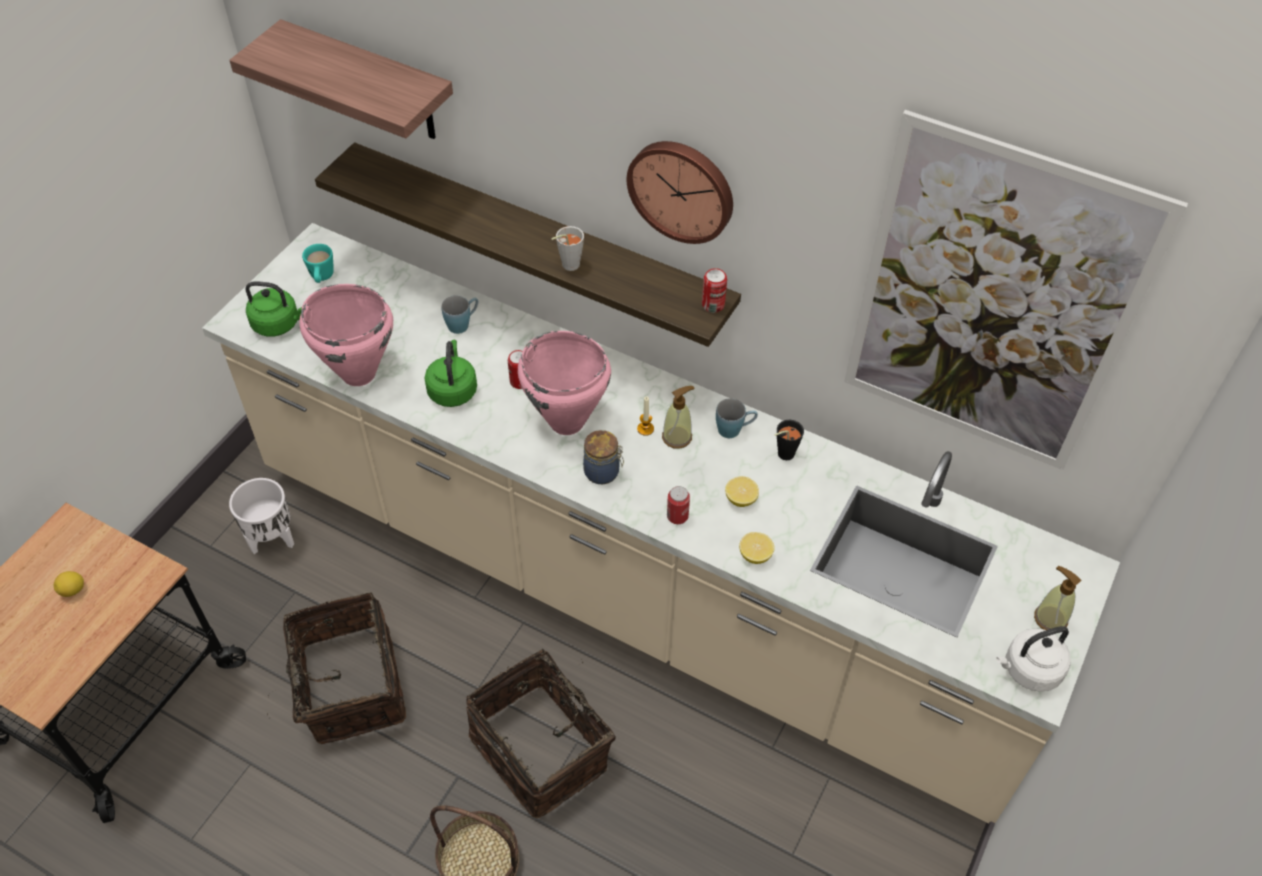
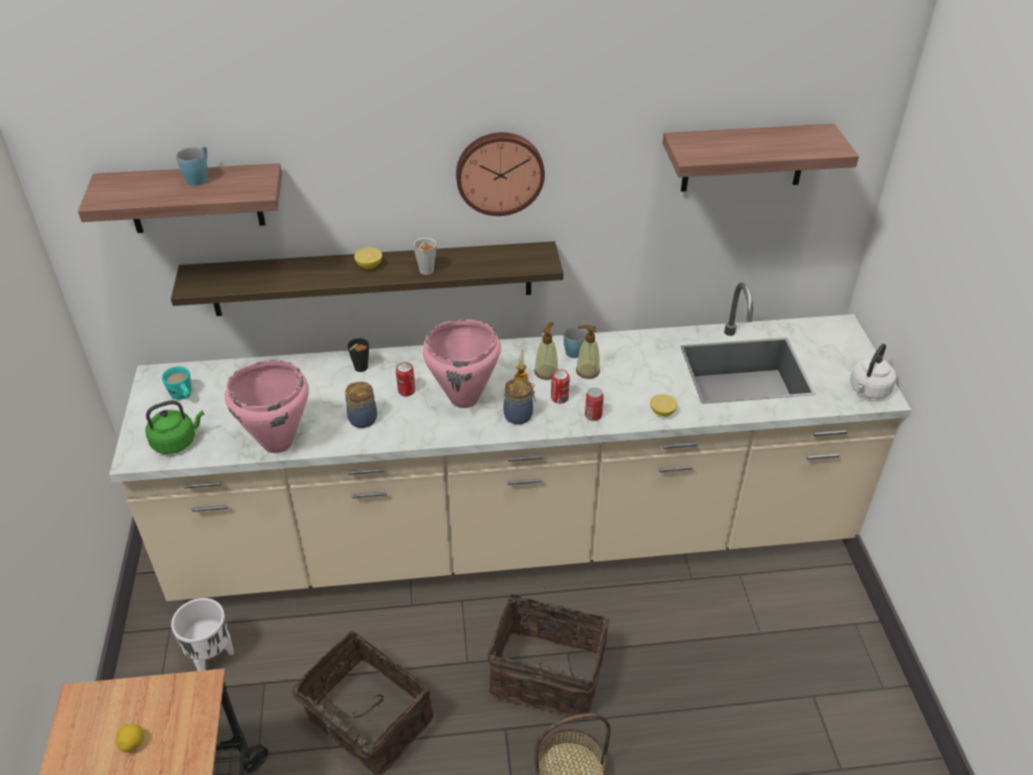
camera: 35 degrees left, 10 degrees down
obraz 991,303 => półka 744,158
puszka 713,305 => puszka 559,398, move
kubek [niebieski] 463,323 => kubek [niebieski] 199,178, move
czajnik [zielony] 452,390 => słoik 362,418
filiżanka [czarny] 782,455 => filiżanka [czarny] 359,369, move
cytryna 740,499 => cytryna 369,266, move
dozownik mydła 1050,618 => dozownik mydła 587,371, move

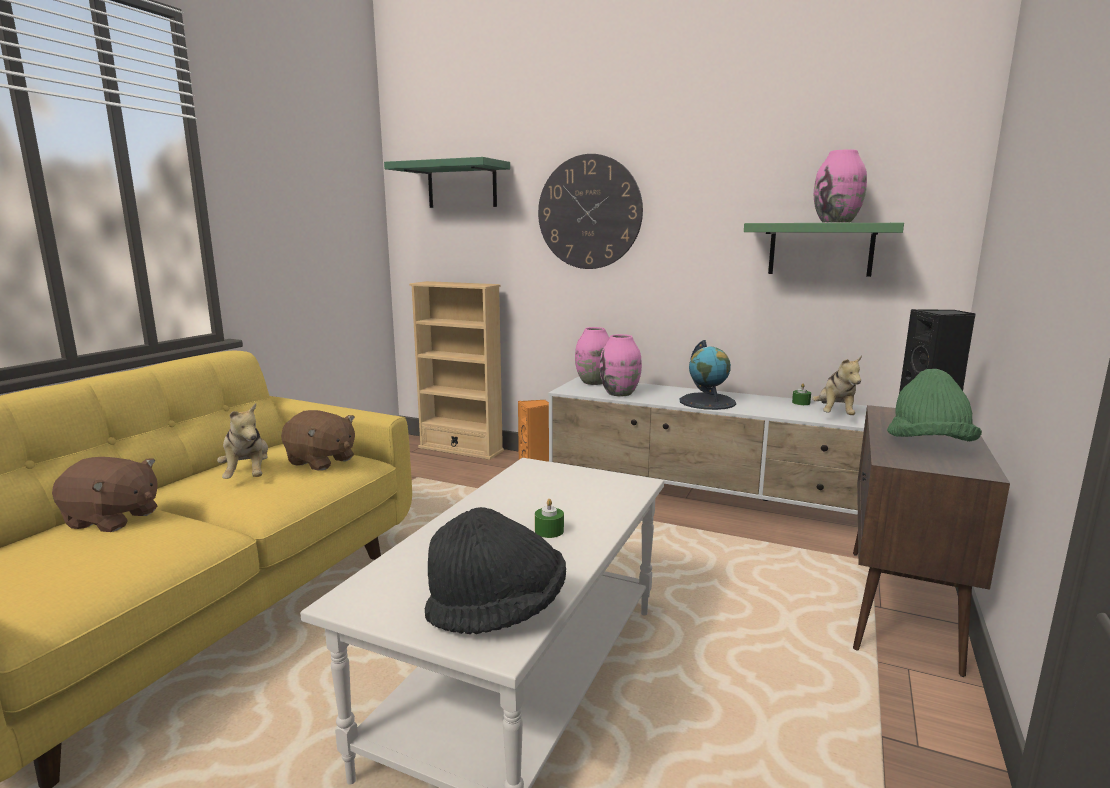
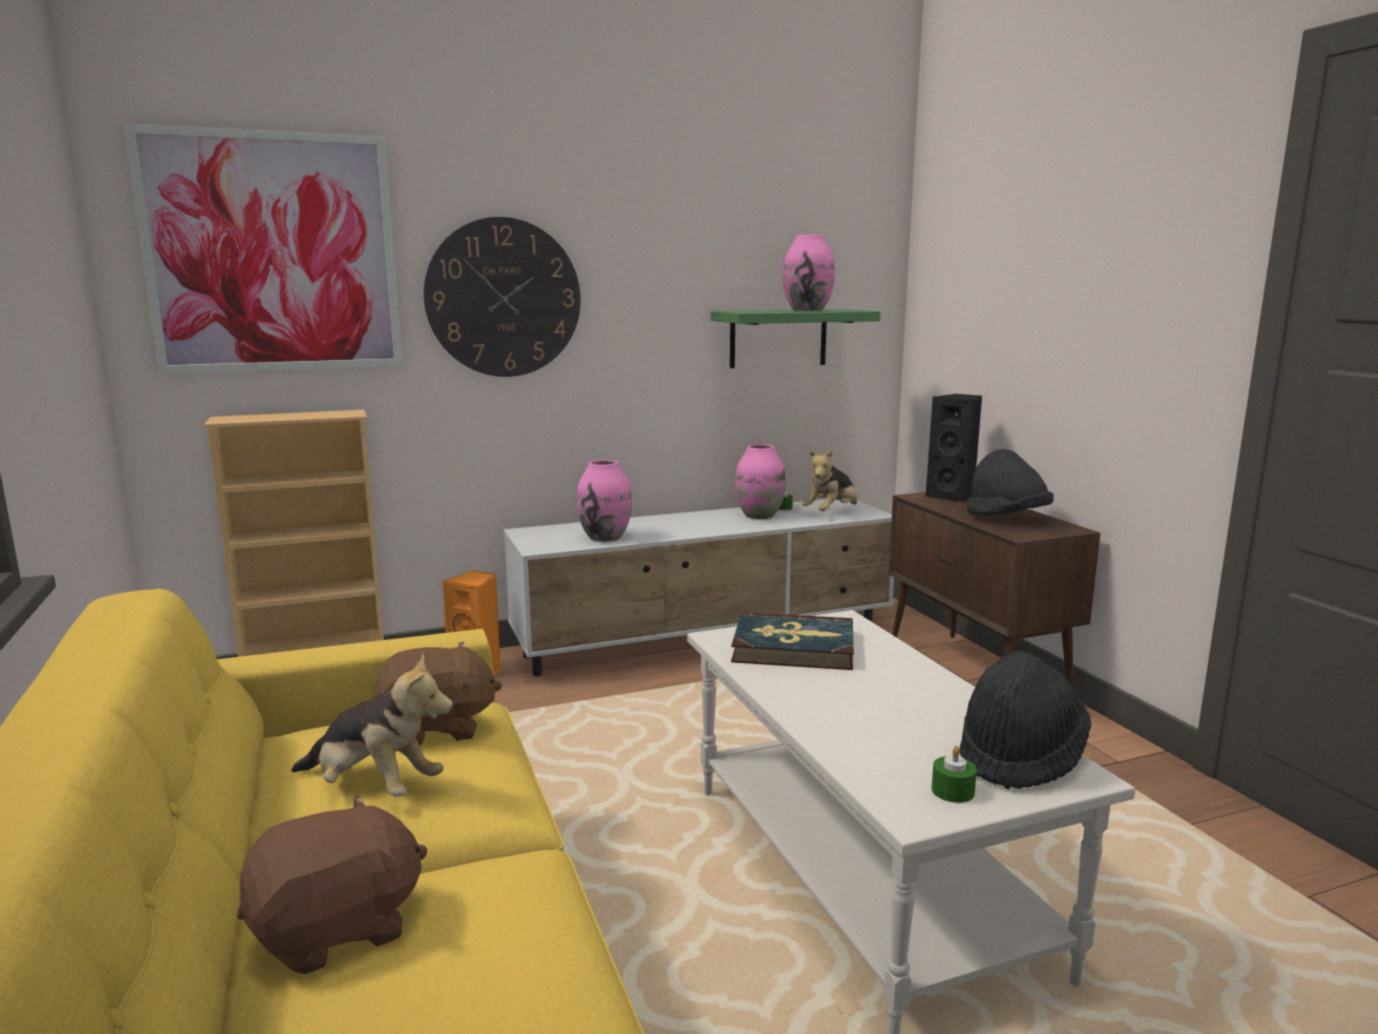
camera: 45 degrees left, 0 degrees up
półka [zielony] 462,185 => obraz 273,254
wazon [różowy] 593,382 => wazon [różowy] 759,515, move
globus 707,402 => nothing
pluszak 834,415 => pluszak 831,513, 75 degrees clockwise
kapelusz [zielony] 928,445 => kapelusz [czarny] 1007,518
świeca [zielony] 549,531 => świeca [zielony] 952,791, move
nothing => książka 793,647

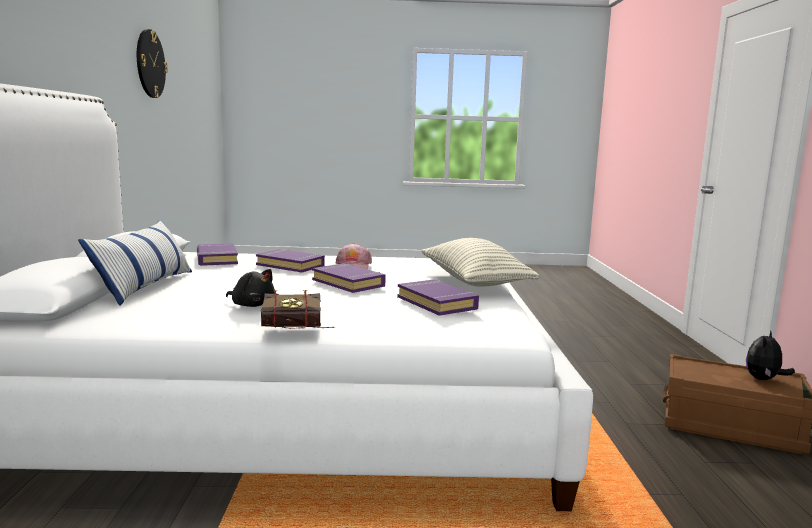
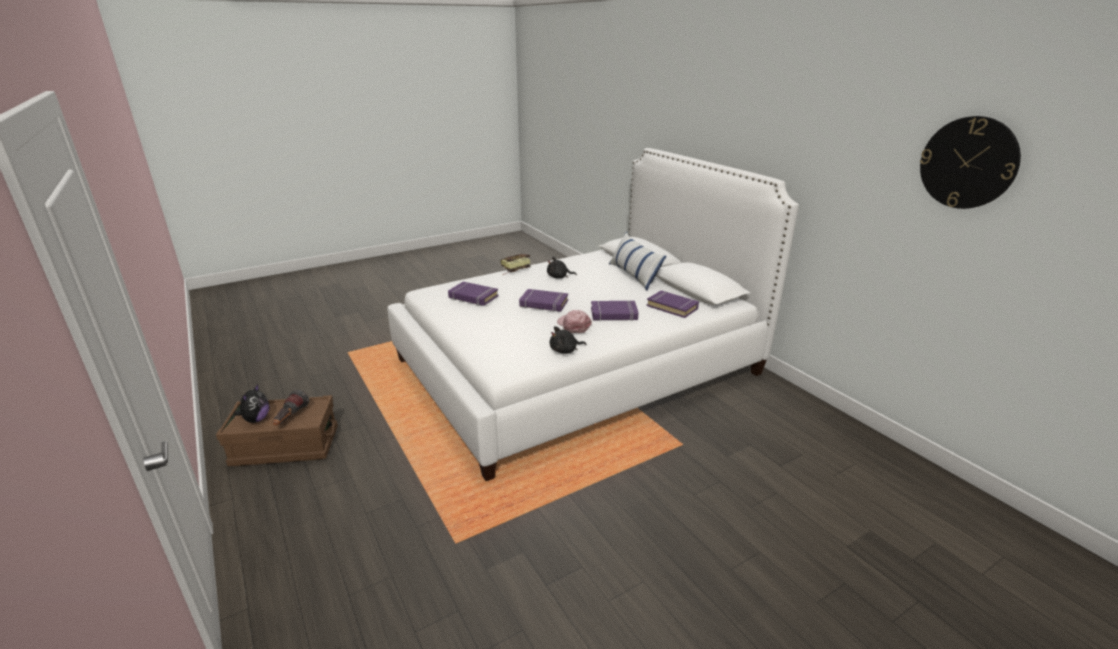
camera: 150 degrees right, 15 degrees up
poduszka 474,282 => nothing
nothing => pluszak [czarny] 565,350
nothing => latarka 290,418

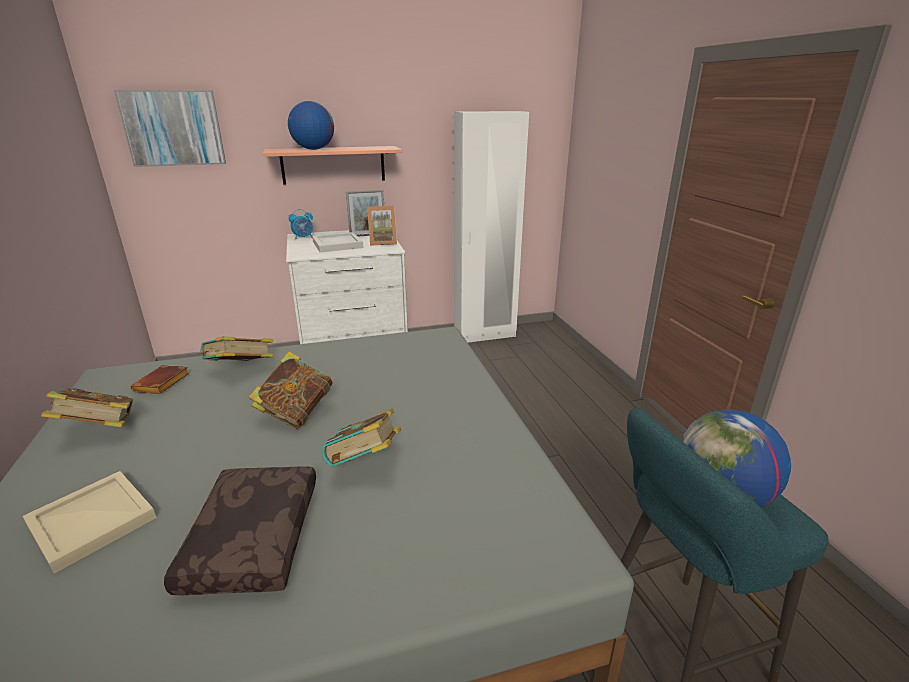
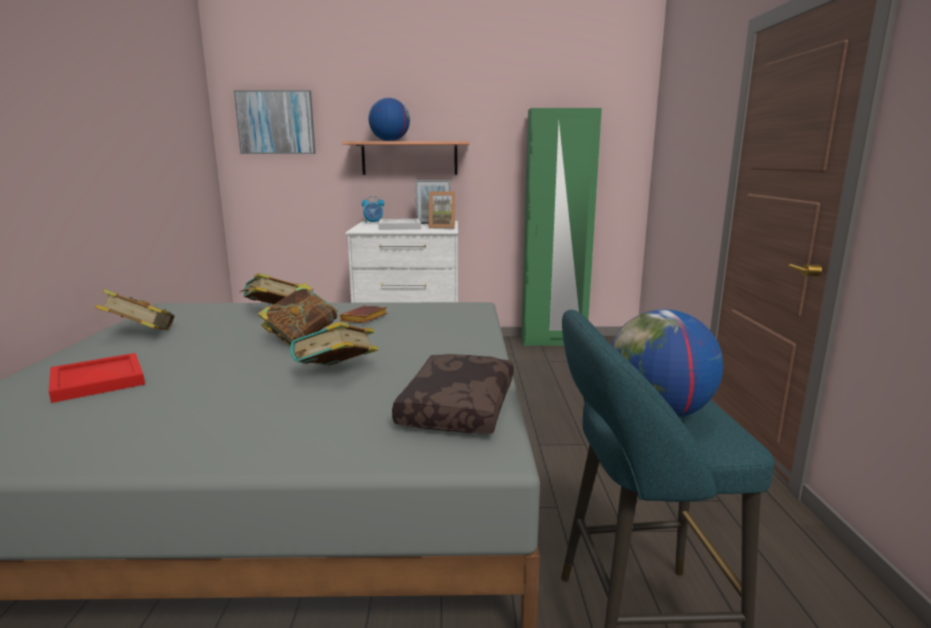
camera: 15 degrees right, 10 degrees down
szafa [biały] 485,335 => szafa [zielony] 553,342
książka [brązowy] 162,384 => książka [brązowy] 364,319, move
poduszka [brązowy] 251,538 => poduszka [brązowy] 456,406, move
taca [beżowy] 93,520 => taca [czerwony] 99,380

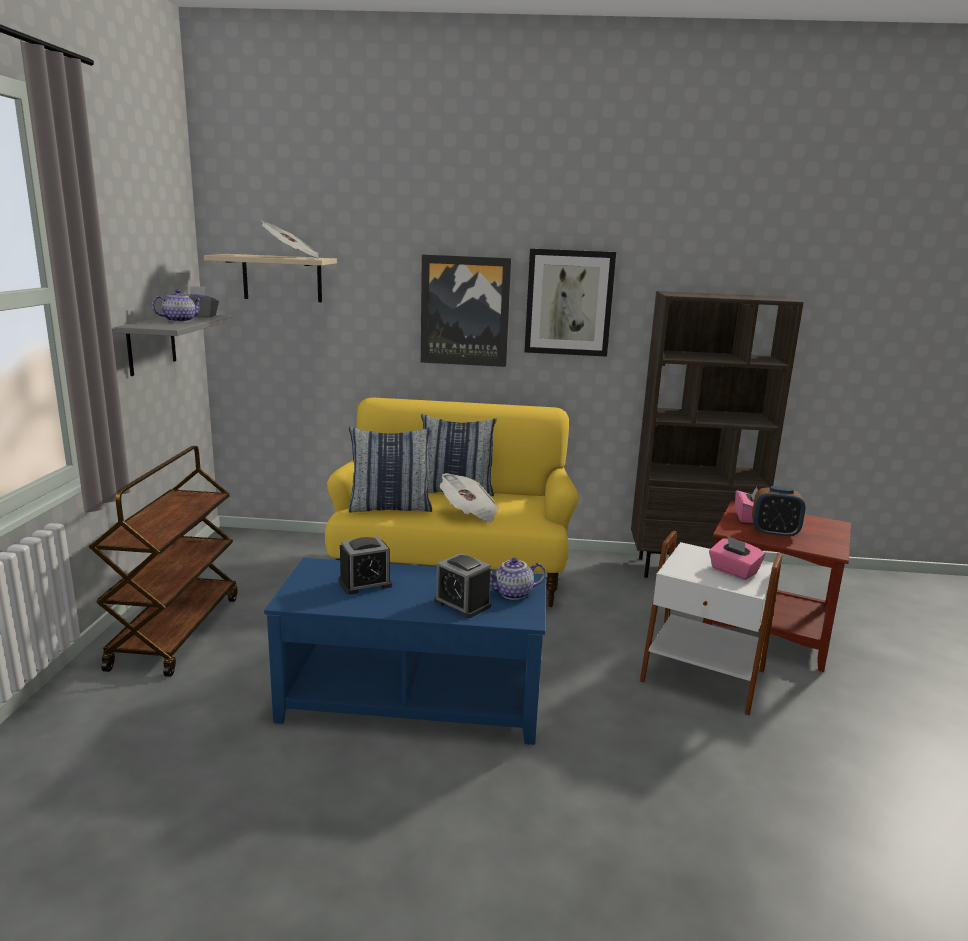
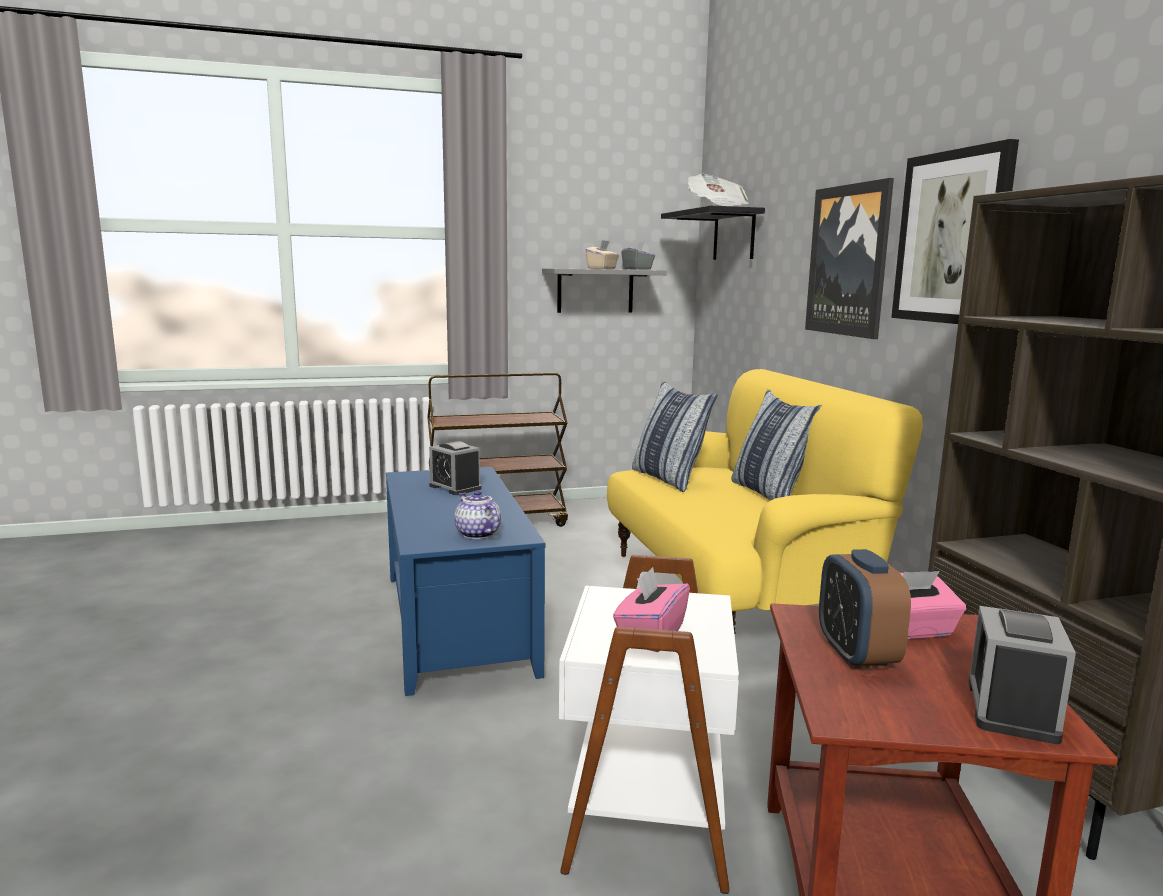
camera: 70 degrees right, 5 degrees down
półka [beżowy] 282,278 => półka [czarny] 734,235
imbryk 180,320 => pudełko chusteczek [beżowy] 602,268
gazeta 469,513 => nothing
budzik 462,604 => budzik 1011,710, move

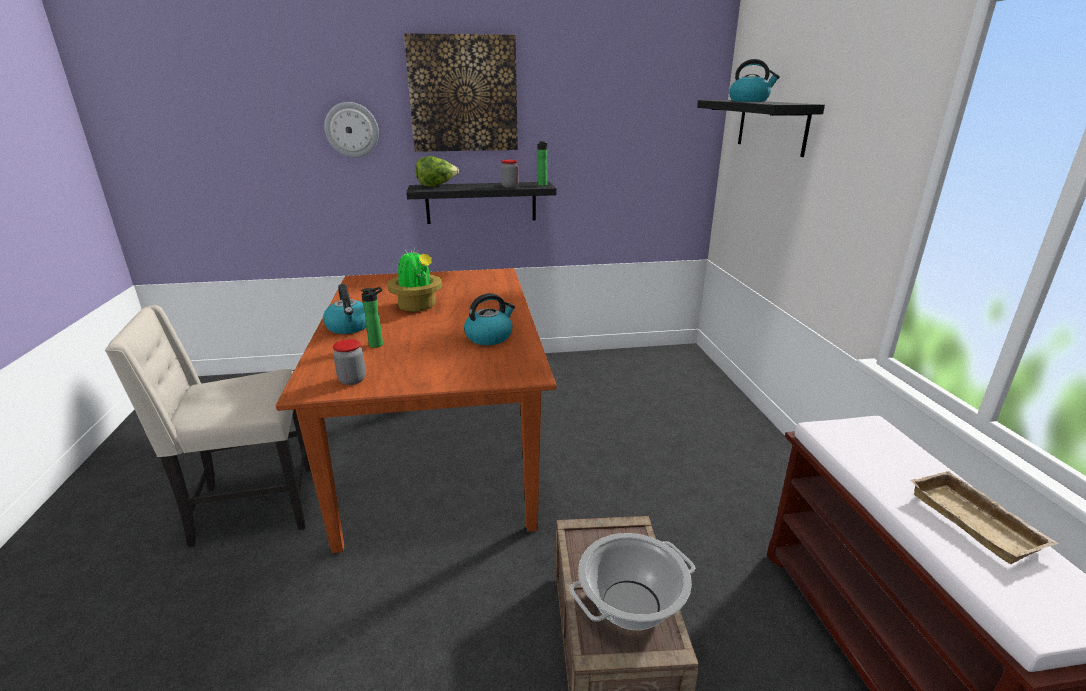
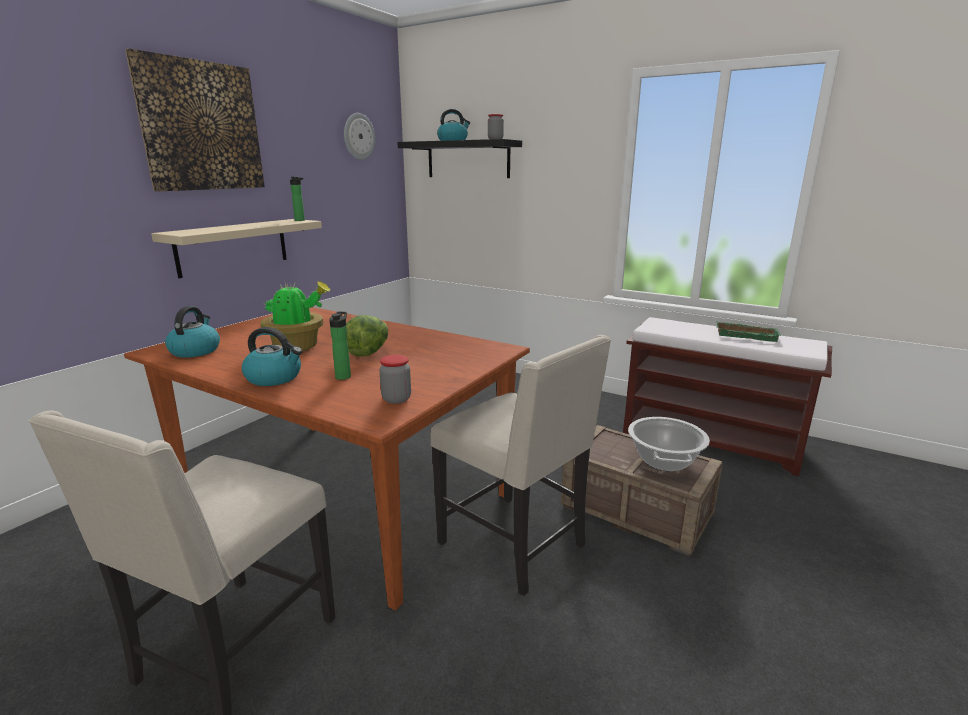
camera: 50 degrees left, 5 degrees down
zegar ścienny 352,130 => zegar ścienny 358,136, move
sałata 436,186 => sałata 368,352, move
słoik 509,186 => słoik 495,139, move
półka [czarny] 481,202 => półka [beżowy] 233,246
czajnik 489,337 => czajnik 195,351, move
taca [beżowy] 978,521 => taca [zielony] 746,335
nothing => krzesło [beżowy] 515,544

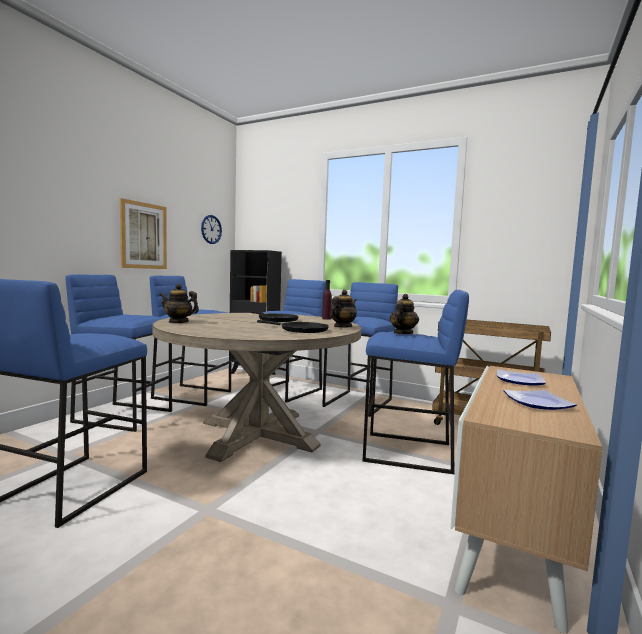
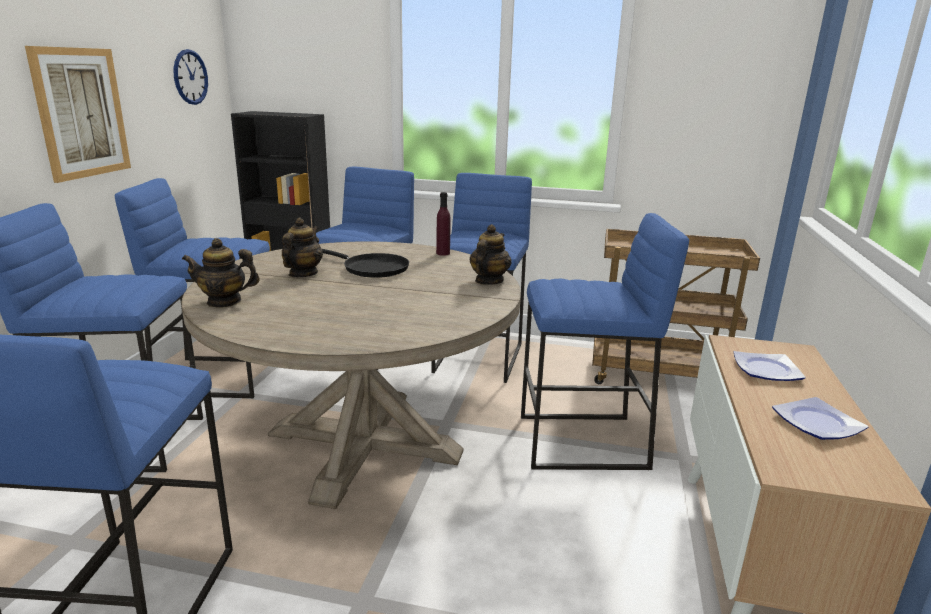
camera: 15 degrees left, 15 degrees up
imbryk 402,333 => imbryk 302,274, move
patelnia [czarny] 301,330 => nothing

